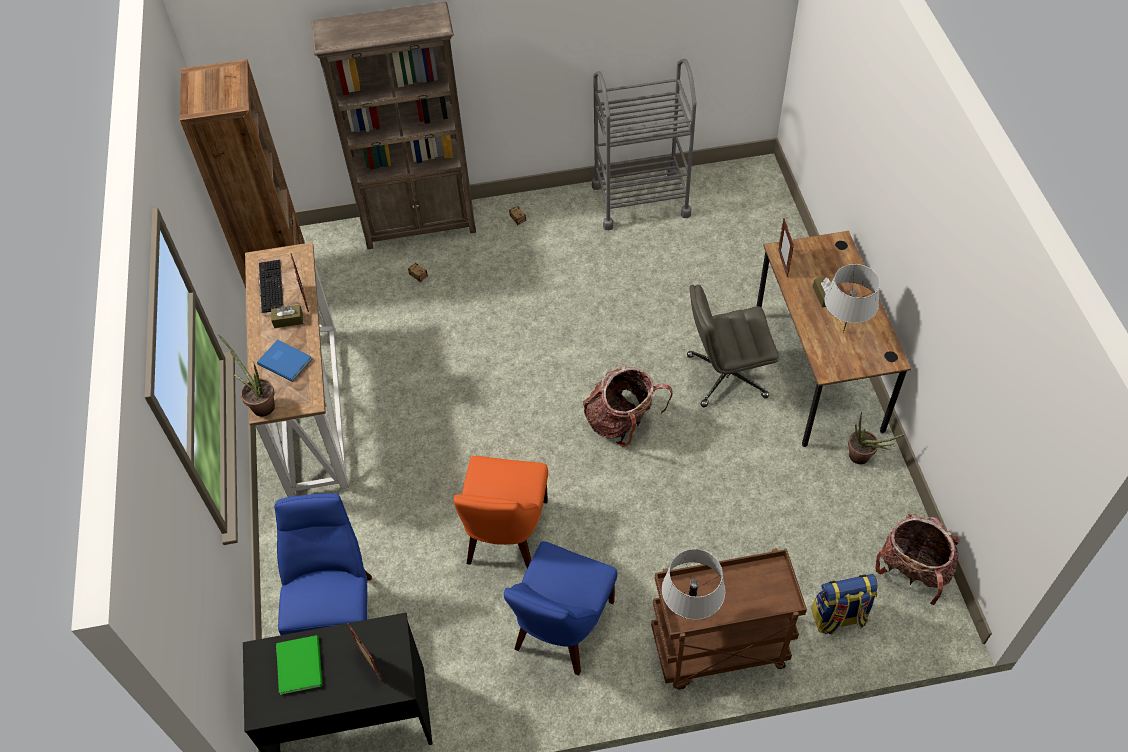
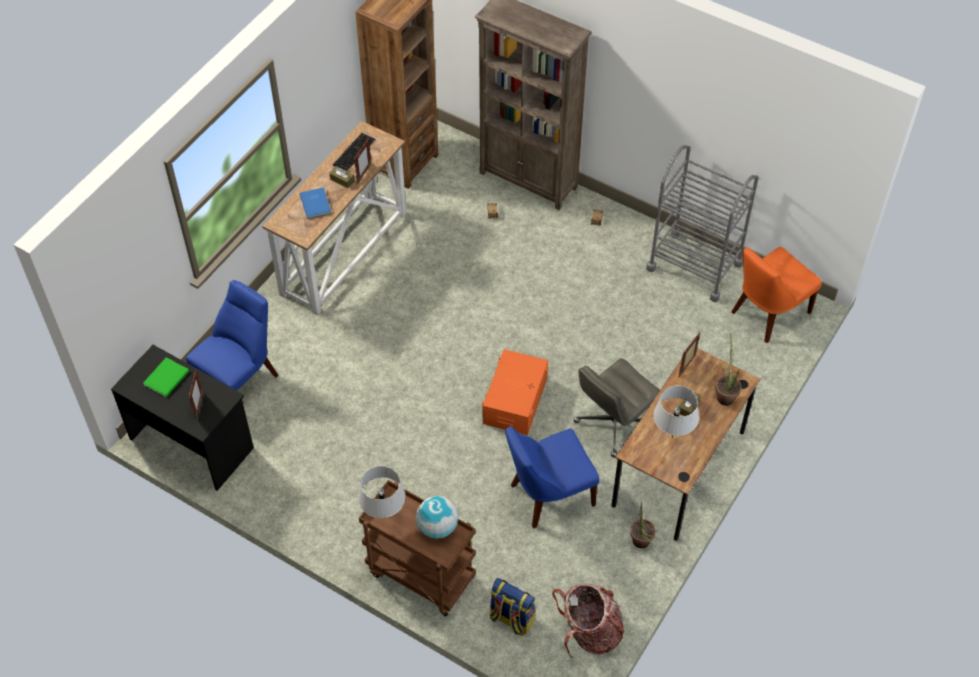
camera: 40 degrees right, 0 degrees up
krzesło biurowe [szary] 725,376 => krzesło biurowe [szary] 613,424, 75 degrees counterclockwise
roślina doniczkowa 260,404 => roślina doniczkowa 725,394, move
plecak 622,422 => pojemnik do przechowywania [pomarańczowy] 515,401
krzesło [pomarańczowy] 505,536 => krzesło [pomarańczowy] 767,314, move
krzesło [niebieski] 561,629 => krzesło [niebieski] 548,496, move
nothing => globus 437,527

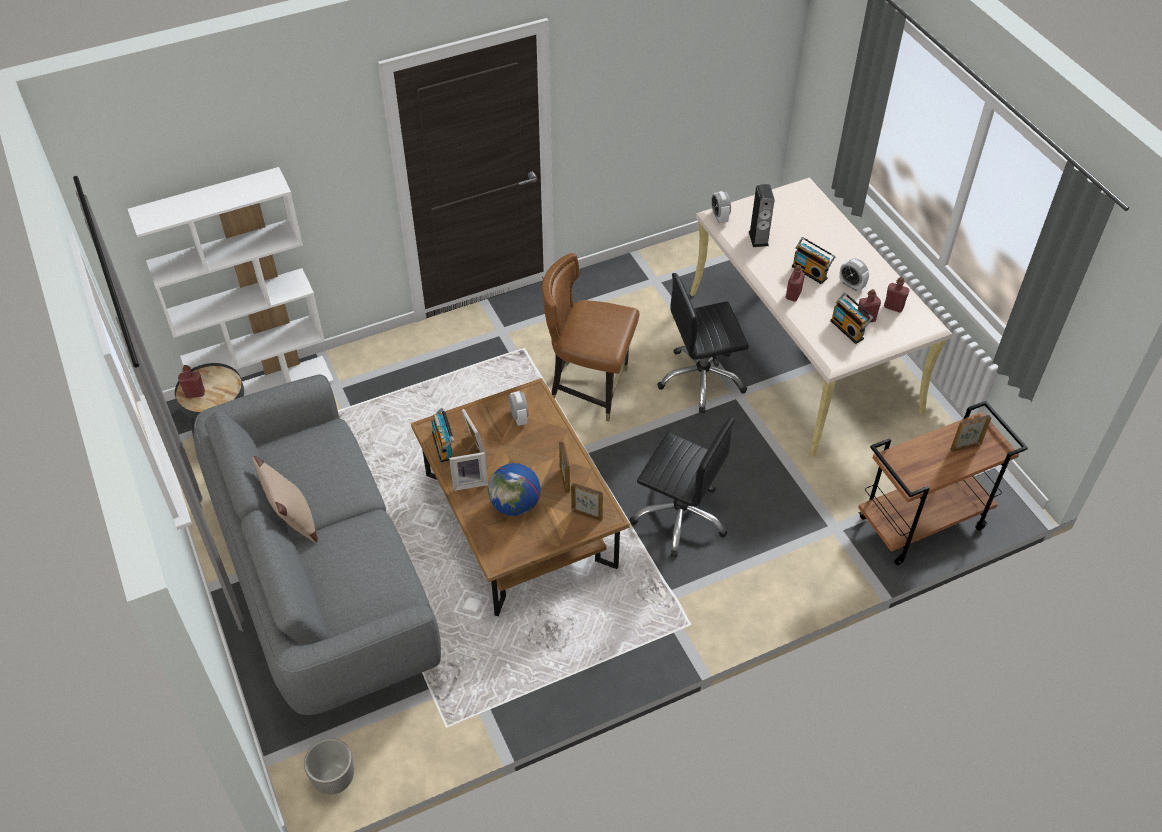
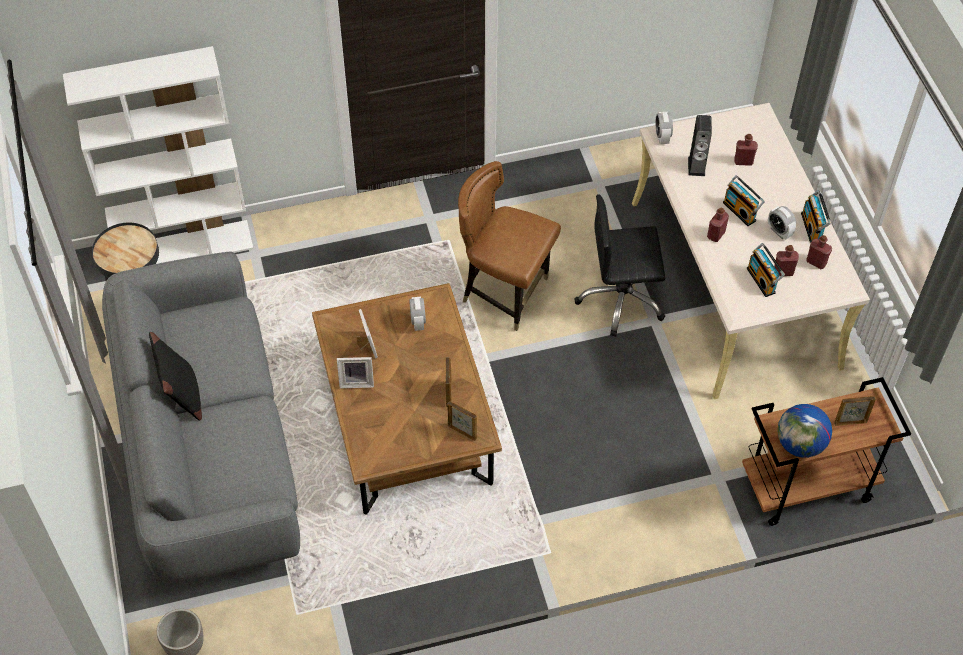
camera: 10 degrees right, 5 degrees up
butelka [czerwony] 195,393 => butelka [czerwony] 743,161, move
radio 444,446 => radio 812,227, move
krzesło biurowe [czarny] 680,516 => nothing
poduszka [beżowy] 293,521 => poduszka [czarny] 183,396
globus 515,505 => globus 800,444, move

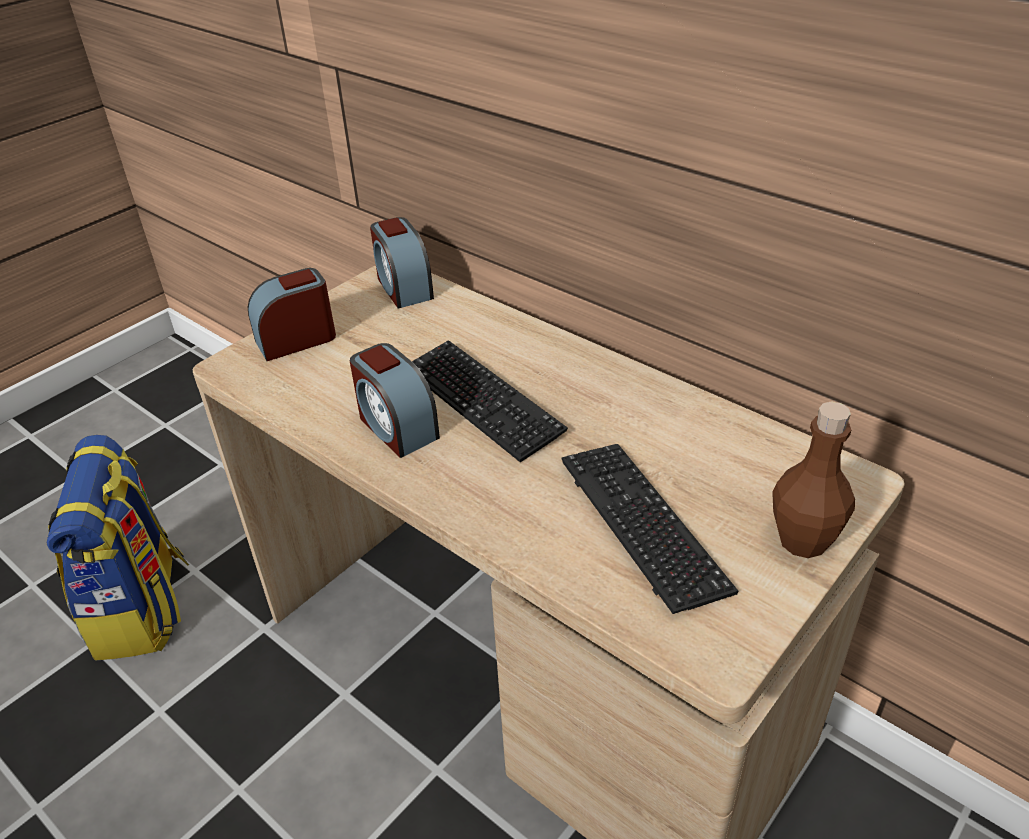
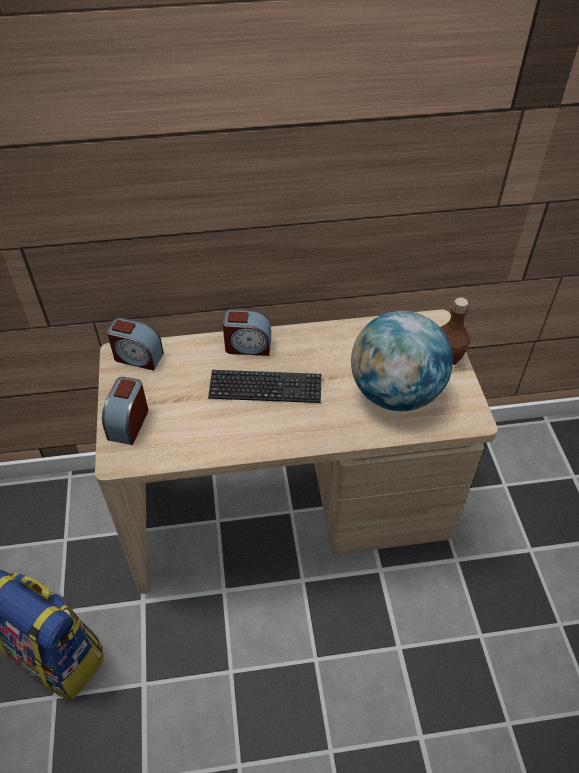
camera: 50 degrees left, 10 degrees up
budzik 396,427 => budzik 248,346, move
klawiatura 642,525 => globus 395,393

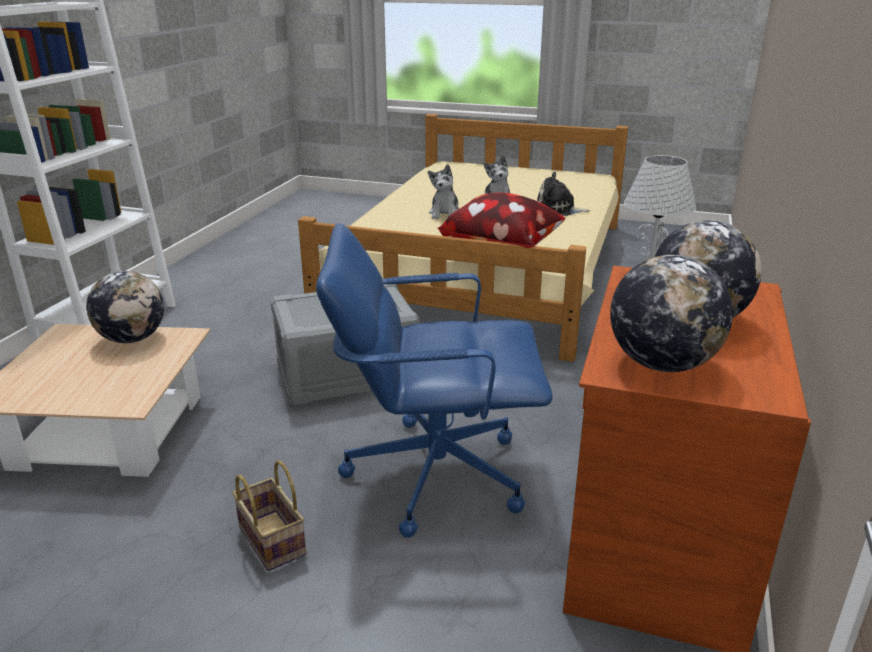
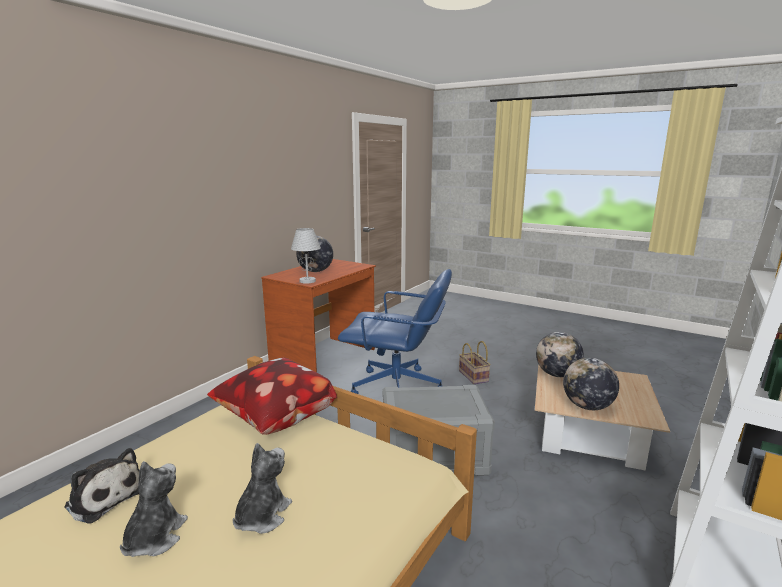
camera: 165 degrees left, 10 degrees down
globus 661,364 => globus 557,375, move

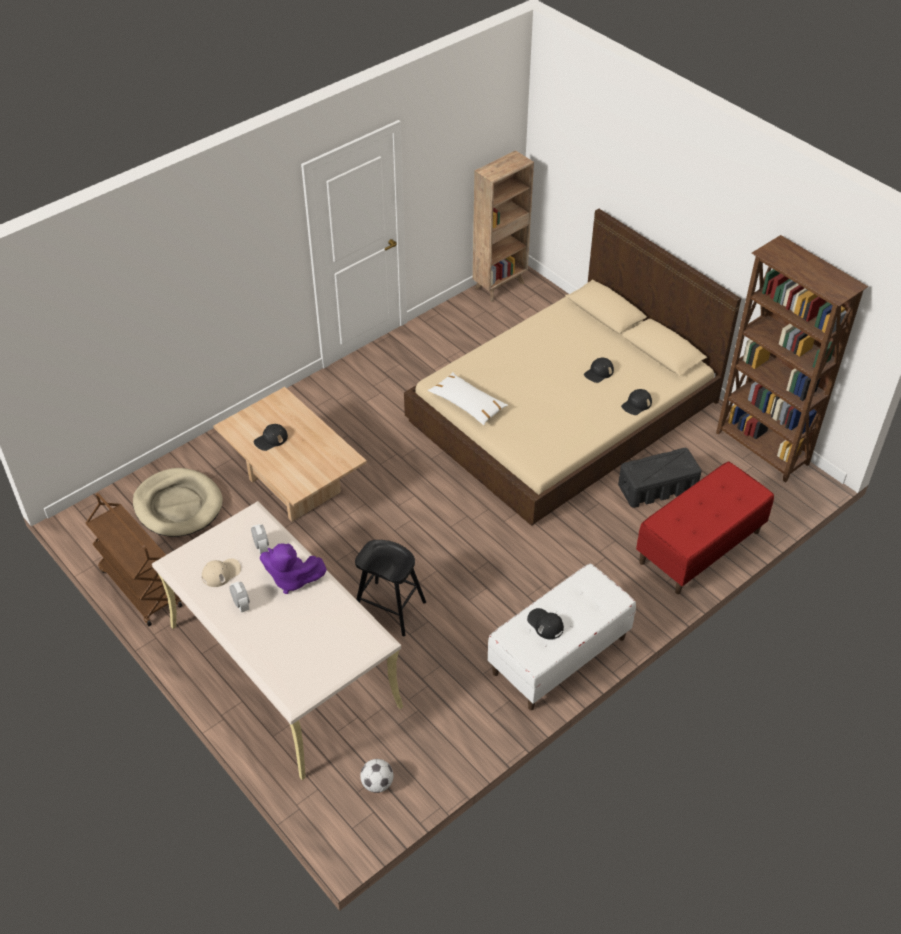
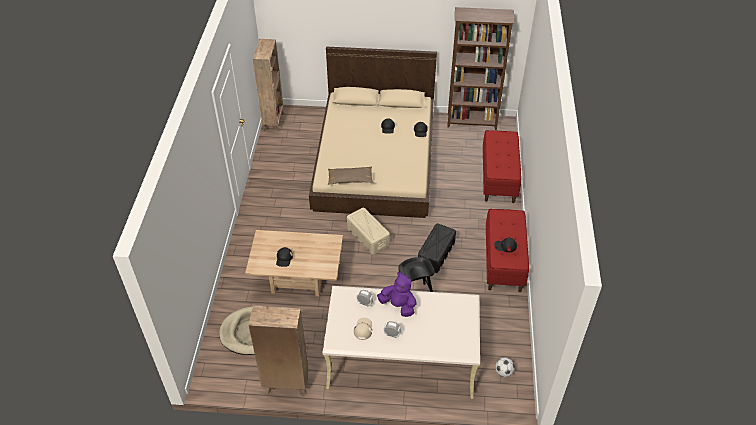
camera: 45 degrees left, 0 degrees up
poduszka [biały] 467,404 => poduszka [brązowy] 350,179
pojemnik do przechowywania [czarny] 657,487 => pojemnik do przechowywania [czarny] 436,254, move
wózek [brązowy] 140,588 => regał [brązowy] 286,384
pluszak [fioletowy] 292,579 => pluszak [fioletowy] 398,305, 120 degrees counterclockwise
ławka [biały] 559,656 => ławka [czerwony] 503,262
nothing => pojemnik do przechowywania [beżowy] 367,236

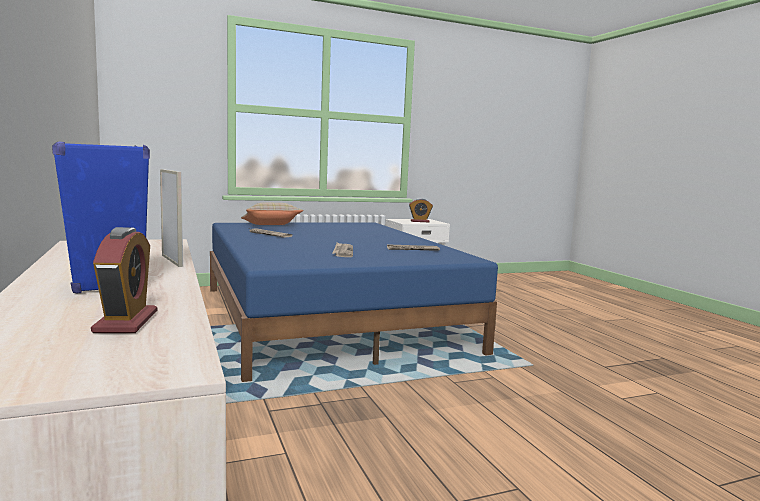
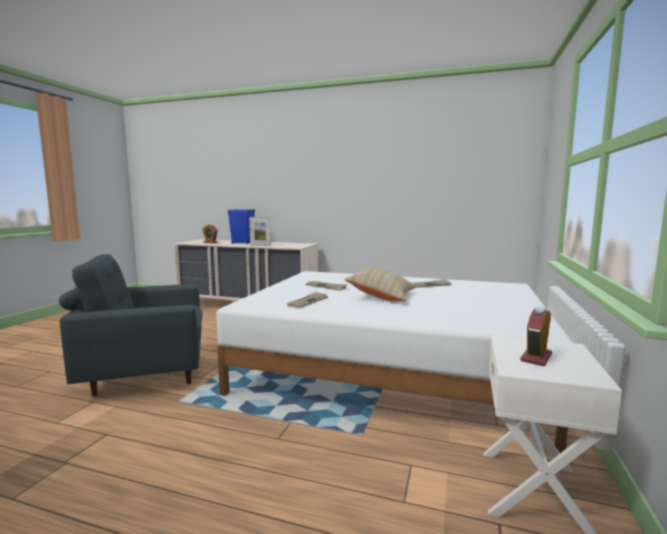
camera: 130 degrees right, 0 degrees up
poduszka [beżowy] 271,225 => poduszka [beżowy] 382,296, move
łóżko [niebieski] 329,317 => łóżko [biały] 391,370
nothing => fotel [szary] 145,373

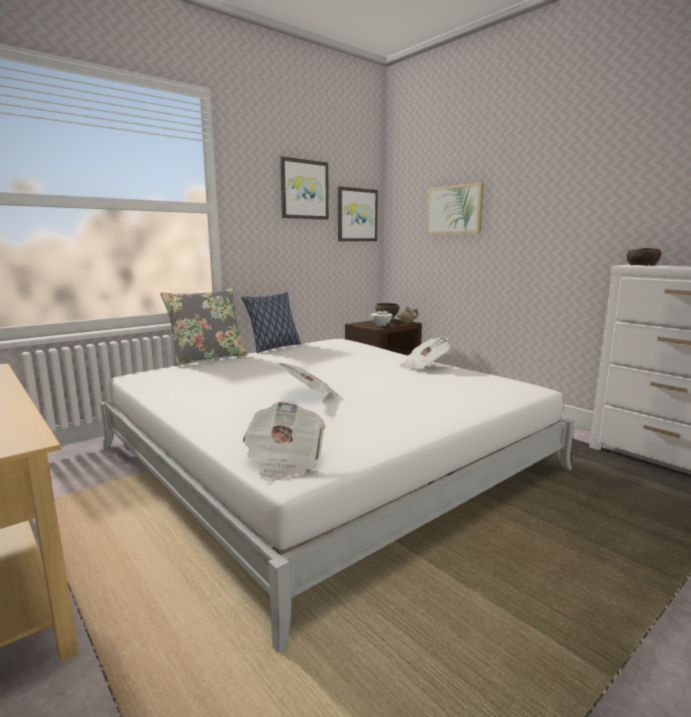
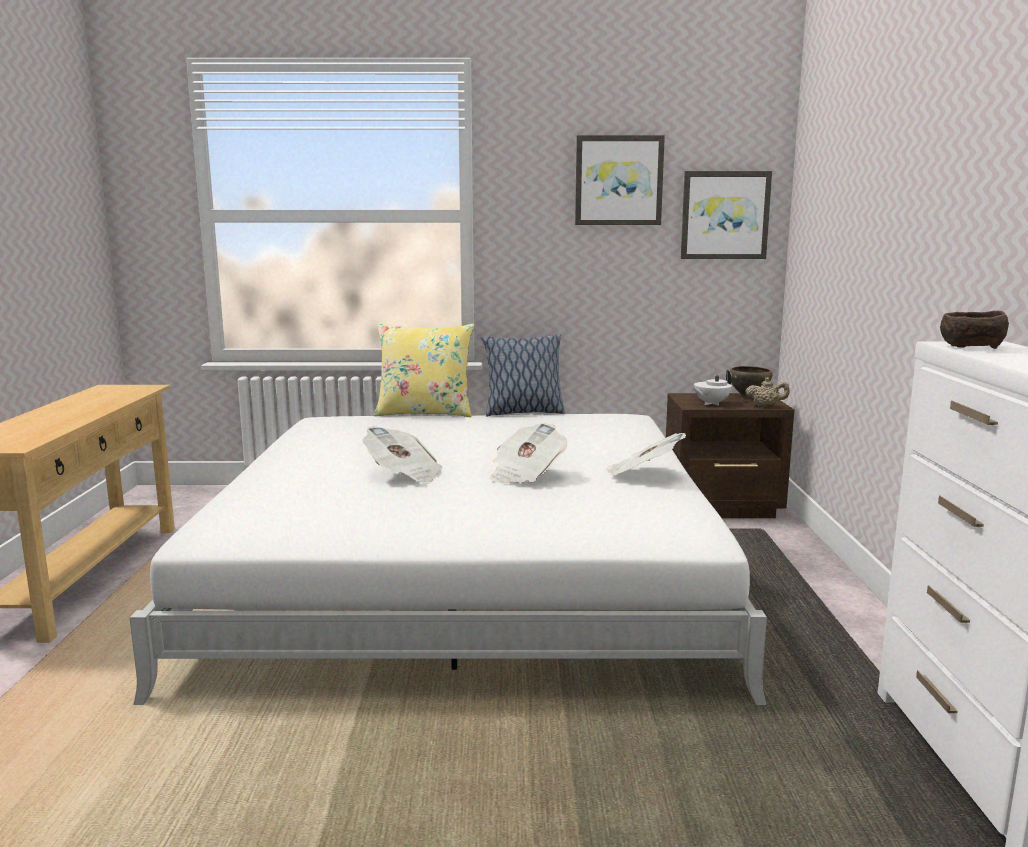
camera: 40 degrees right, 0 degrees up
obraz 454,210 => nothing
poduszka [szary] 207,358 => poduszka [żółty] 425,413
gazeta 284,461 => gazeta 525,474, move

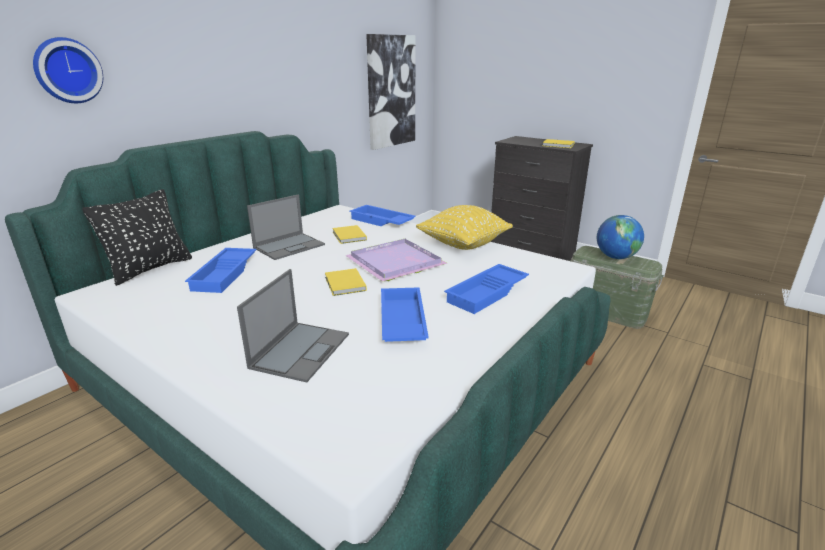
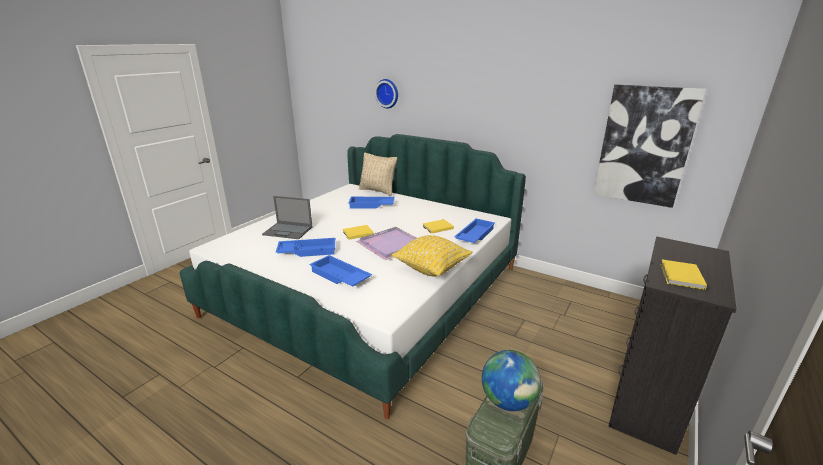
camera: 85 degrees right, 0 degrees up
poduszka [czarny] 150,269 => poduszka [beżowy] 377,191
laptop 289,246 => nothing

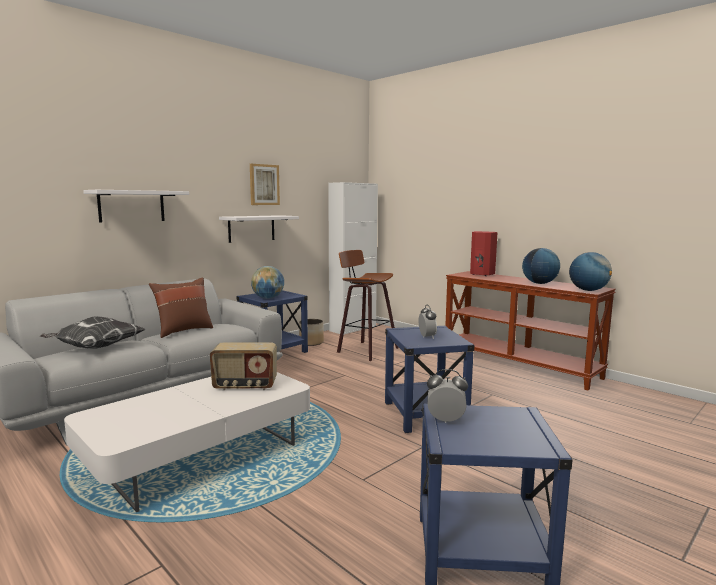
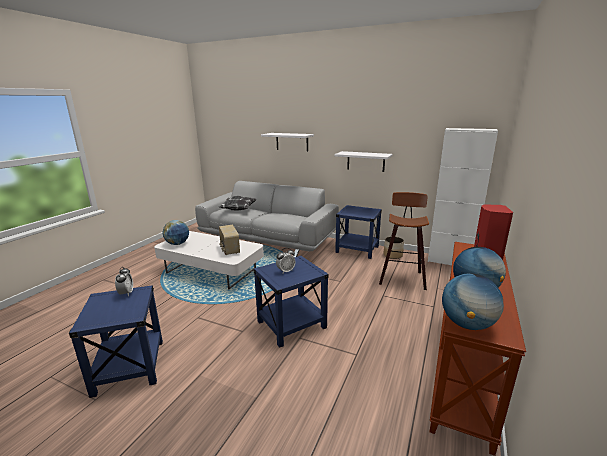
camera: 70 degrees right, 10 degrees up
obraz 264,184 => nothing
globus 268,298 => globus 177,244, move
poduszka [brązowy] 183,331 => nothing

